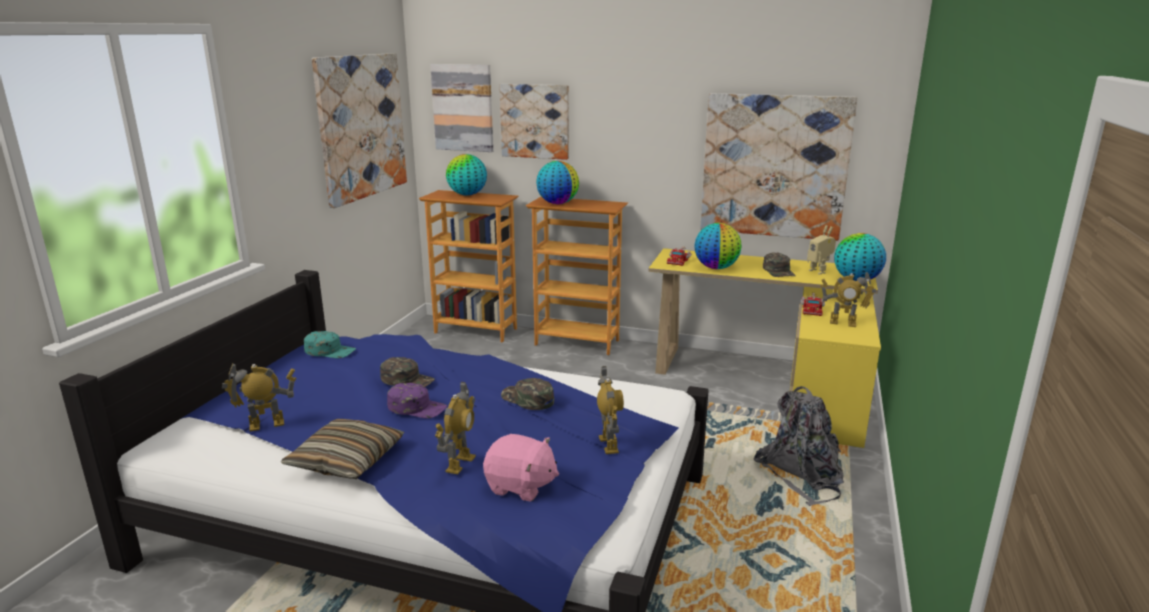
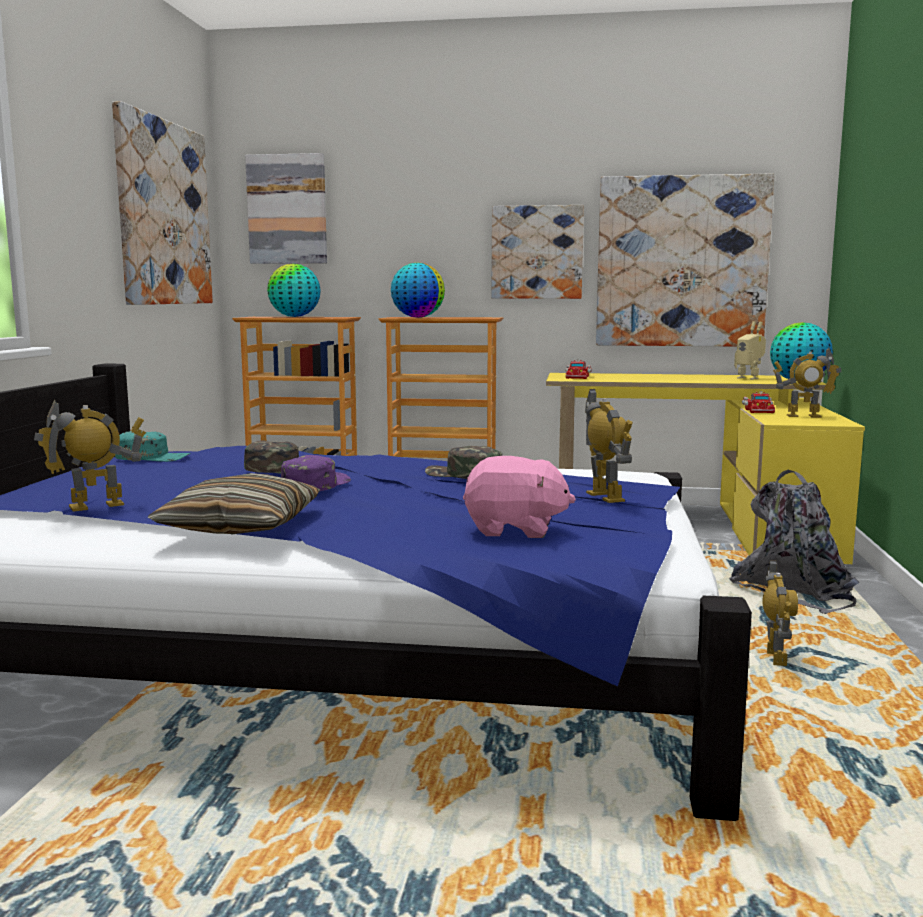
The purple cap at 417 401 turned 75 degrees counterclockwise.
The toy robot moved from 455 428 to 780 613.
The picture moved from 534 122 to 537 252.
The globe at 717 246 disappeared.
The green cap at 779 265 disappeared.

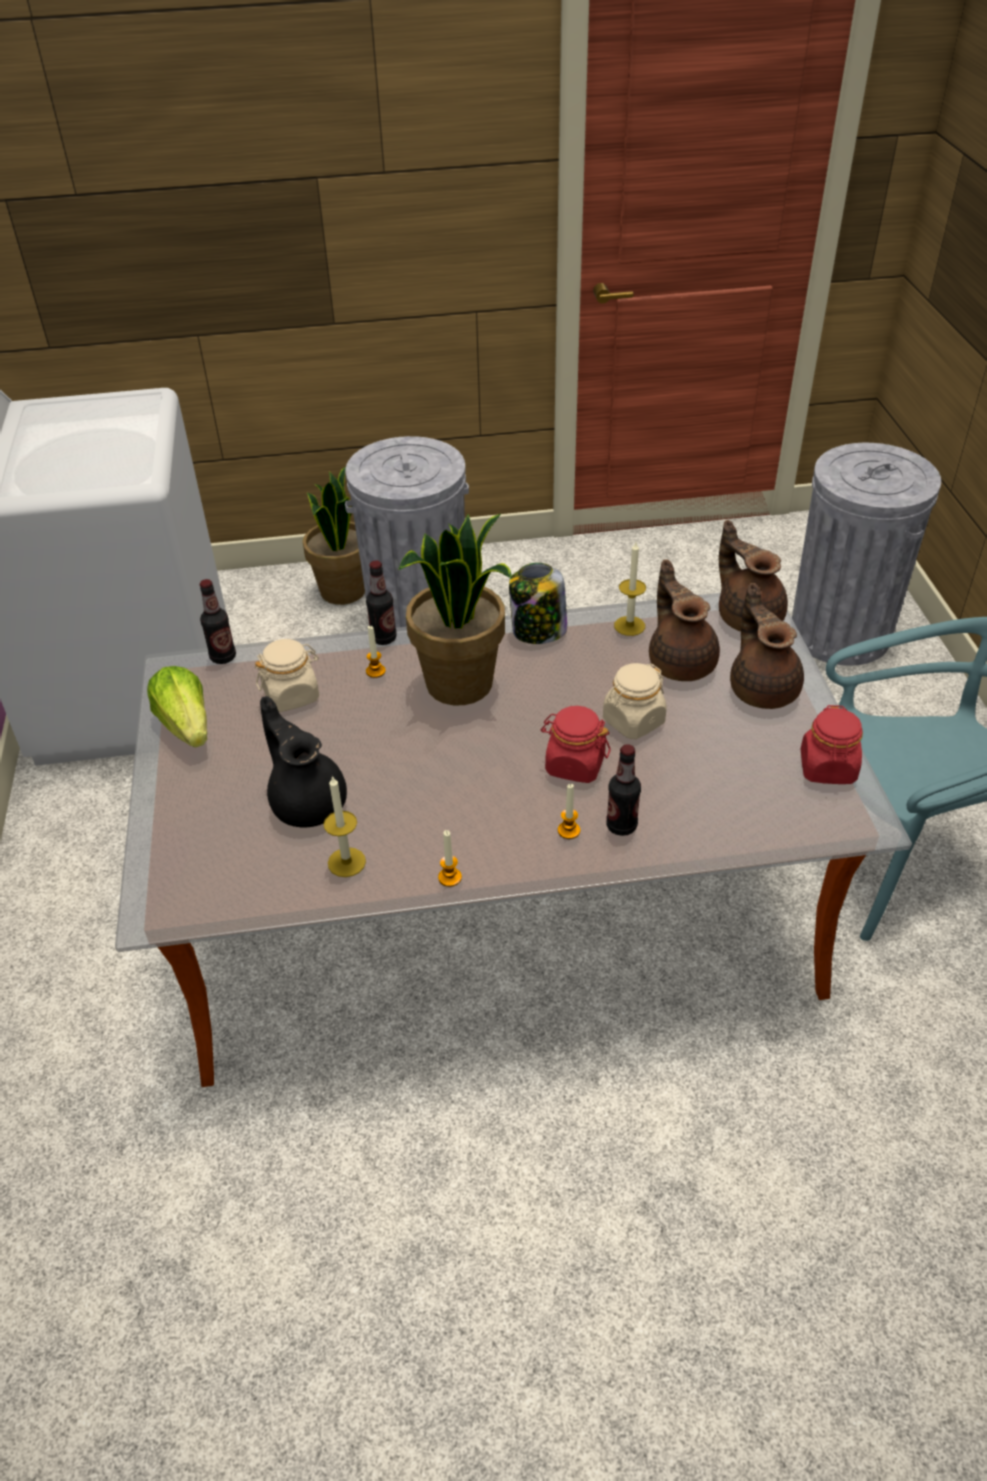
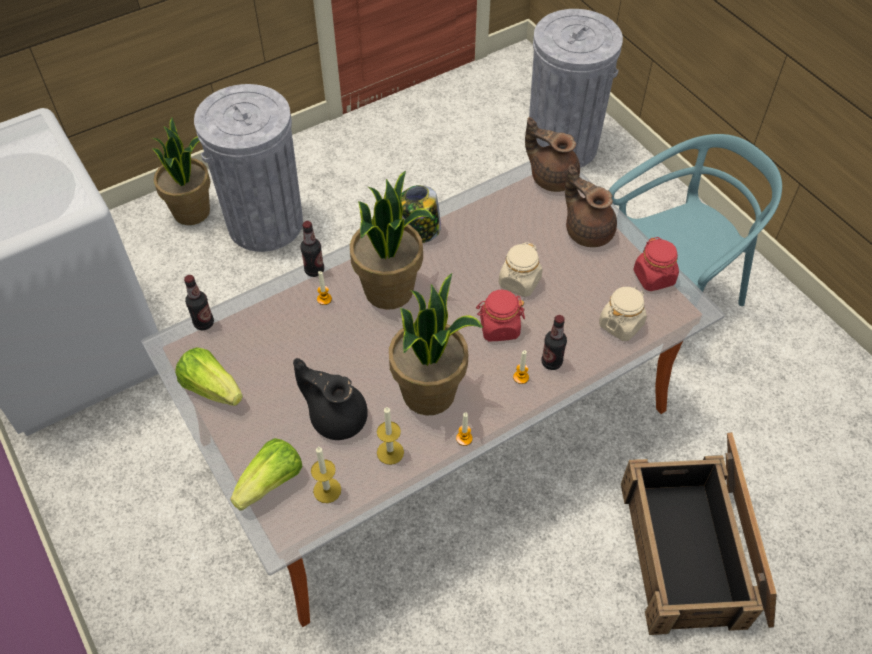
The beige jar moved from 287 675 to 623 314.
The candle moved from 630 589 to 326 474.
The brown teapot at 684 620 disappeared.
The lettuce at 266 474 appeared.
The potted plant at 436 344 appeared.
The crate at 699 533 appeared.

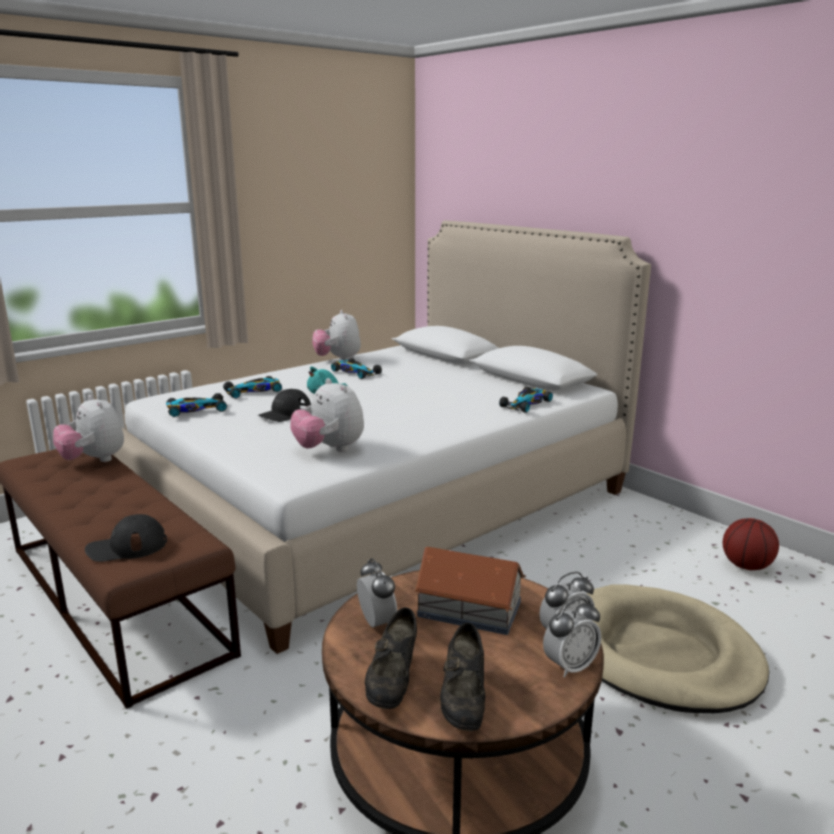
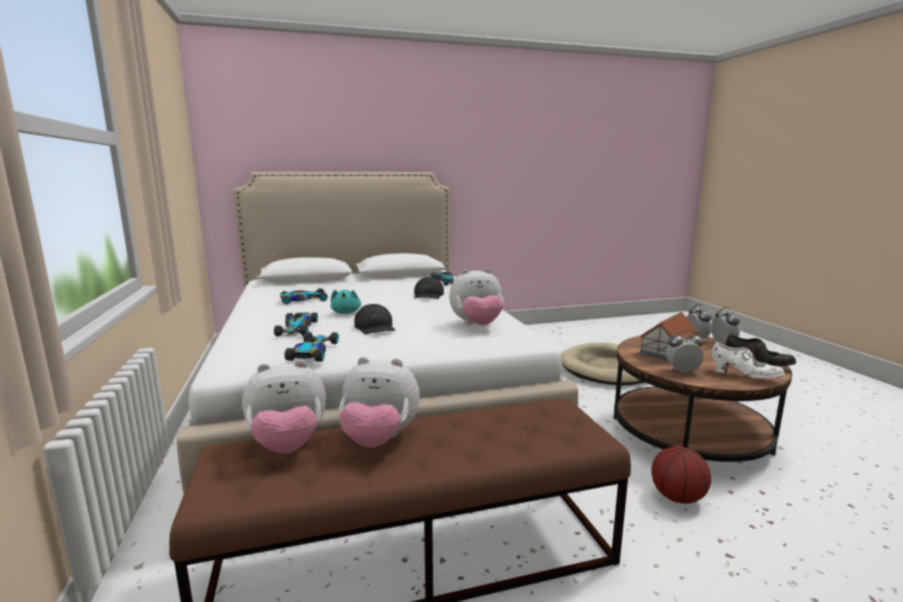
The black cap moved from 126 538 to 429 288.
The plush toy moved from 336 335 to 379 402.
The black shoe at 391 658 became the white shoe at 748 360.
The basketball moved from 751 544 to 681 475.

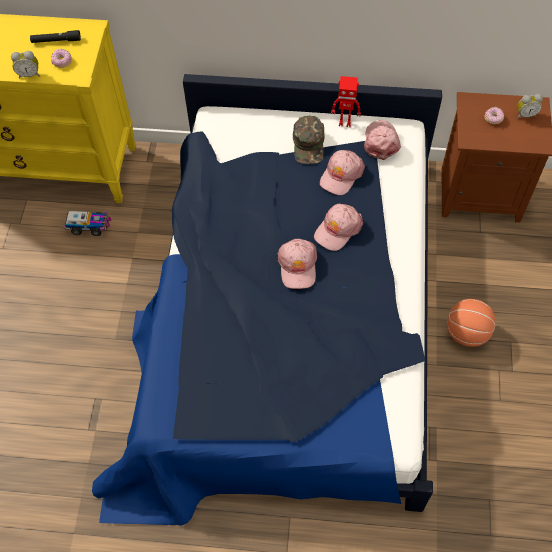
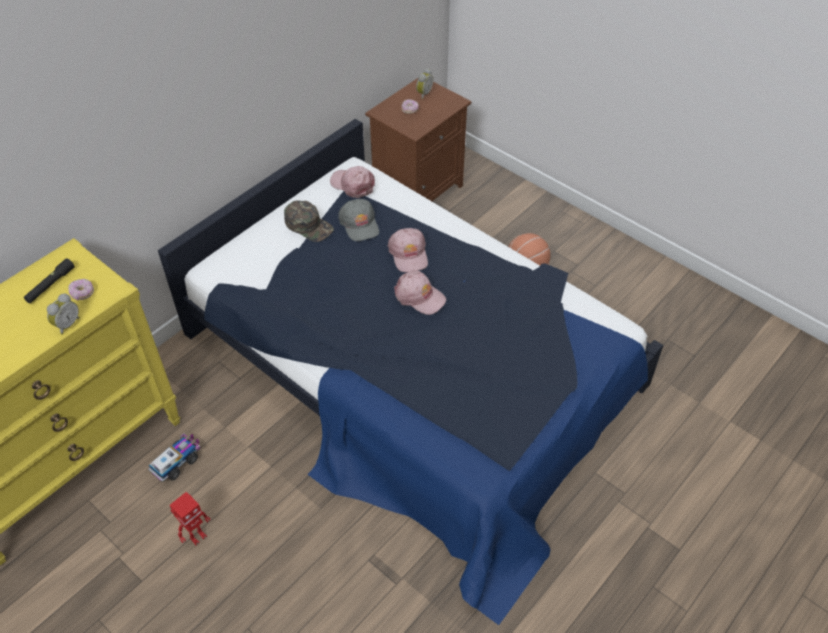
The pink cap at 342 172 became the grey cap at 358 220.
The toy robot moved from 346 101 to 190 518.

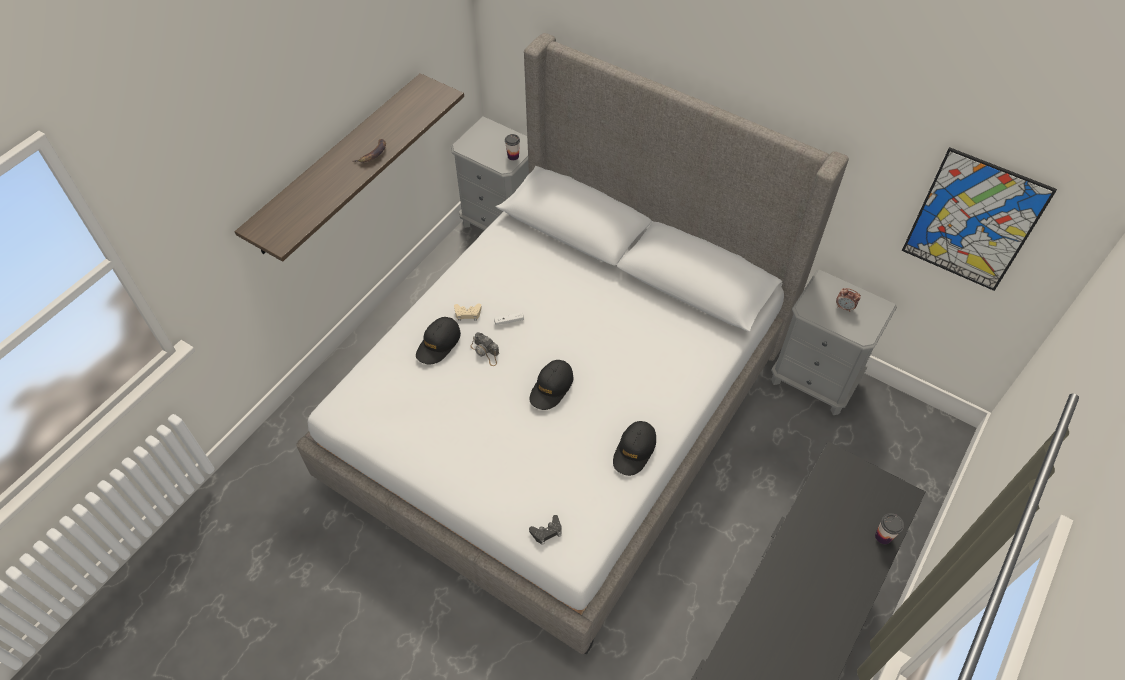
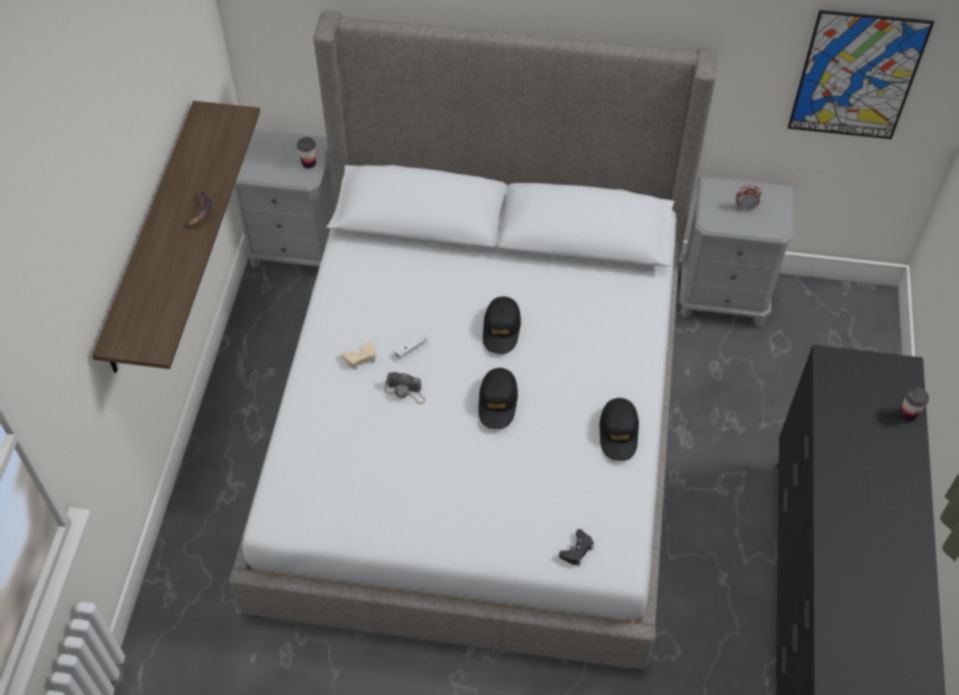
The black cap moved from 438 340 to 502 325.

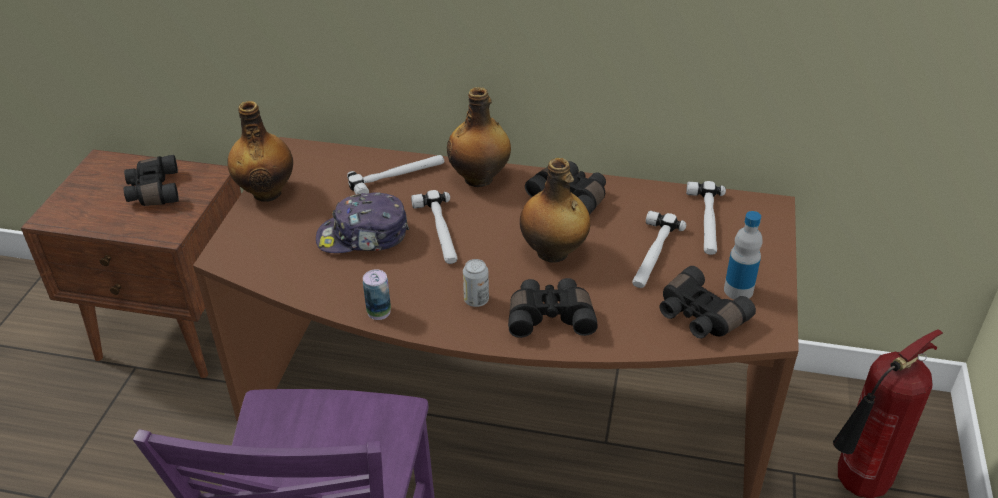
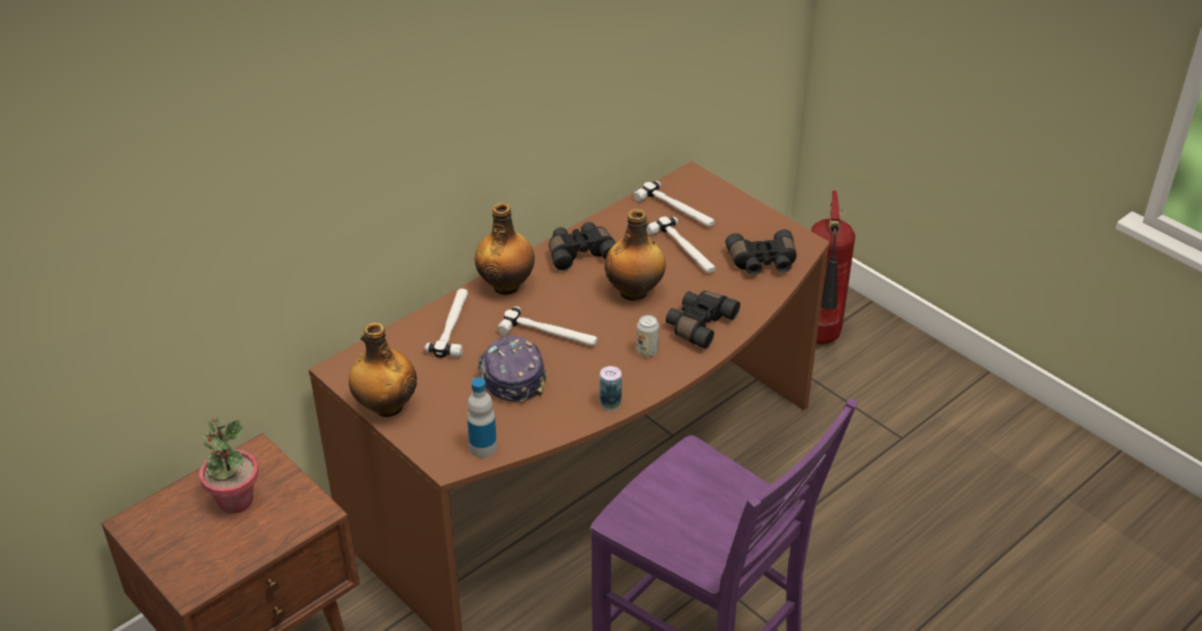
The black binoculars at 151 180 was replaced by the potted plant at 229 465.
The cap at 362 222 turned 135 degrees clockwise.
The bottle moved from 743 255 to 482 417.

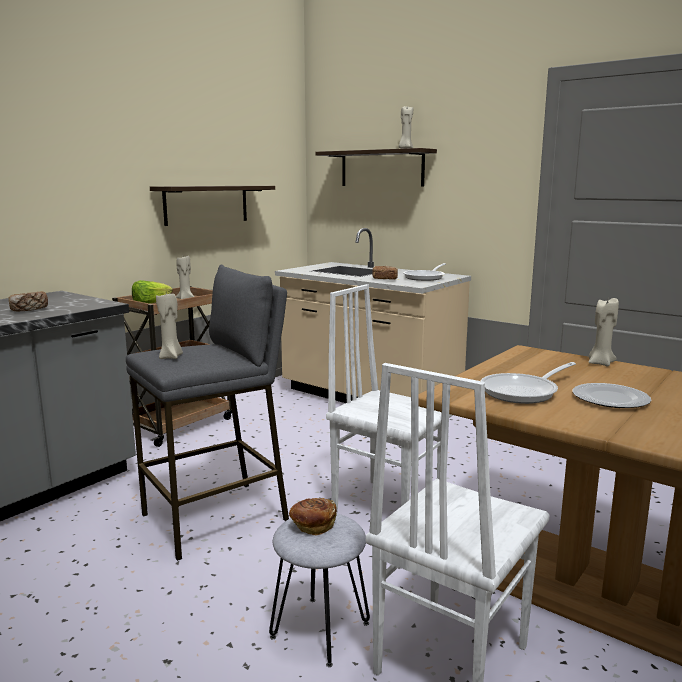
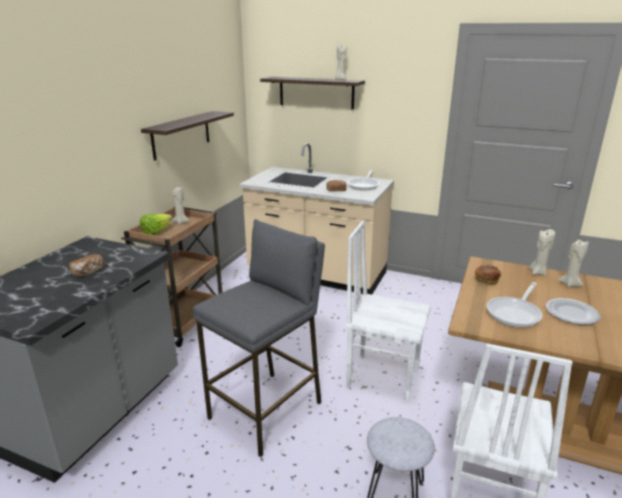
The beige candle moved from 169 326 to 573 263.
The bread moved from 313 516 to 488 274.

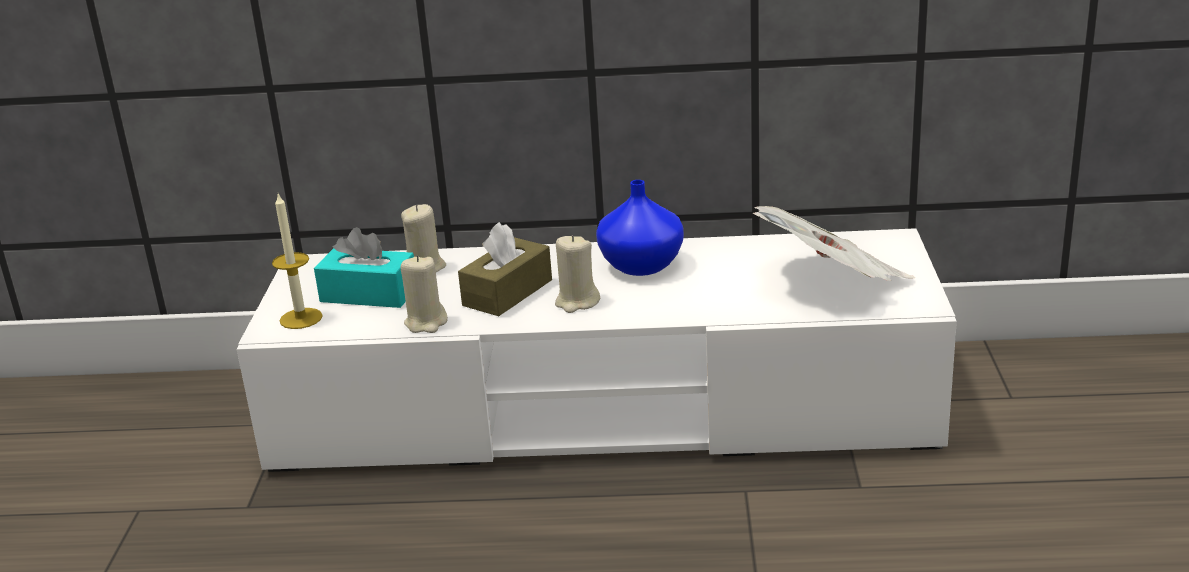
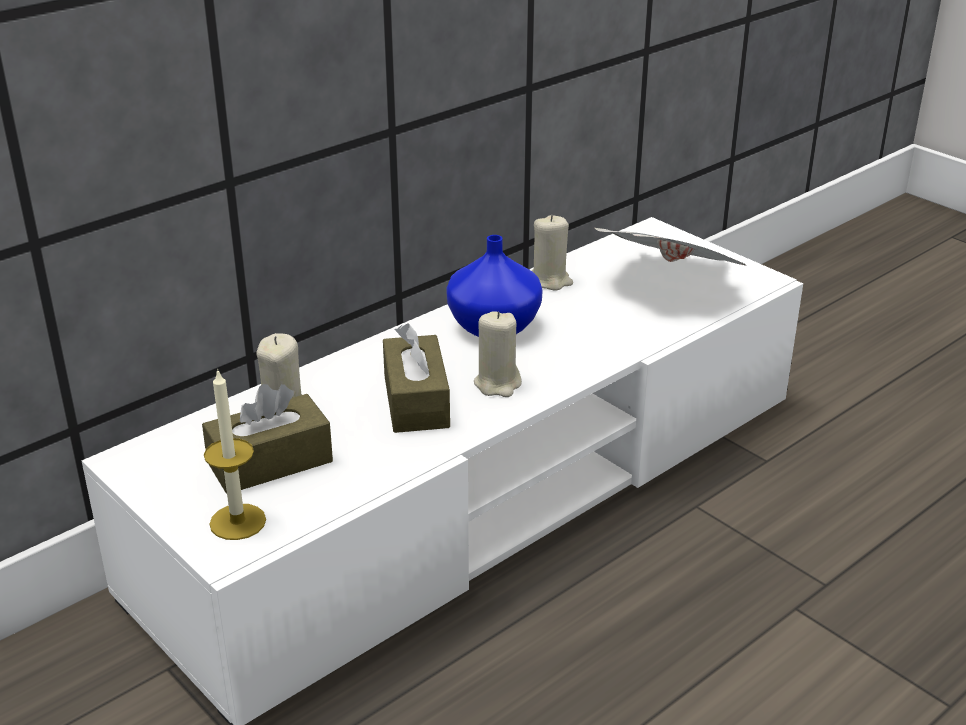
The turquoise tissue box at 364 267 became the brown tissue box at 267 439.
The beige candle moved from 424 294 to 552 253.

